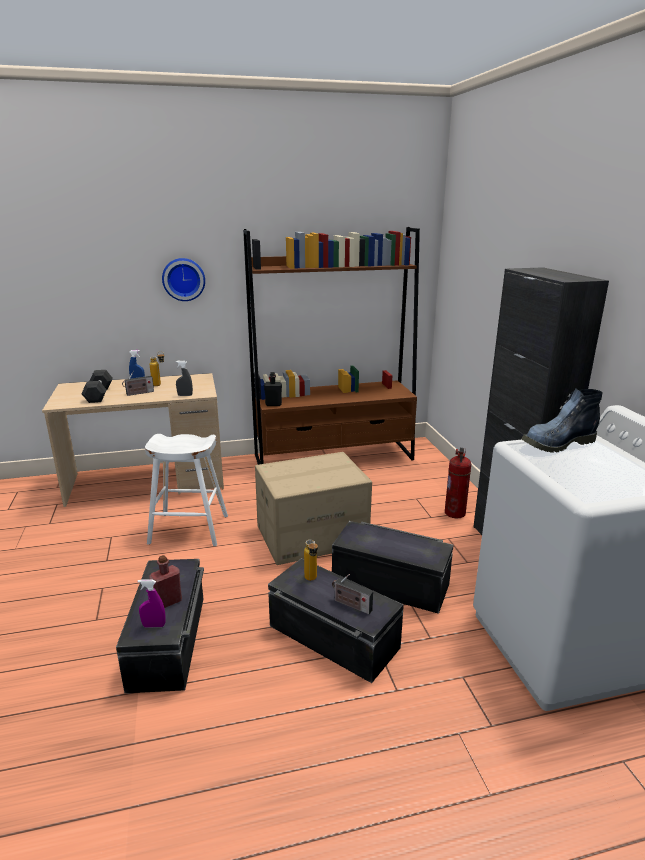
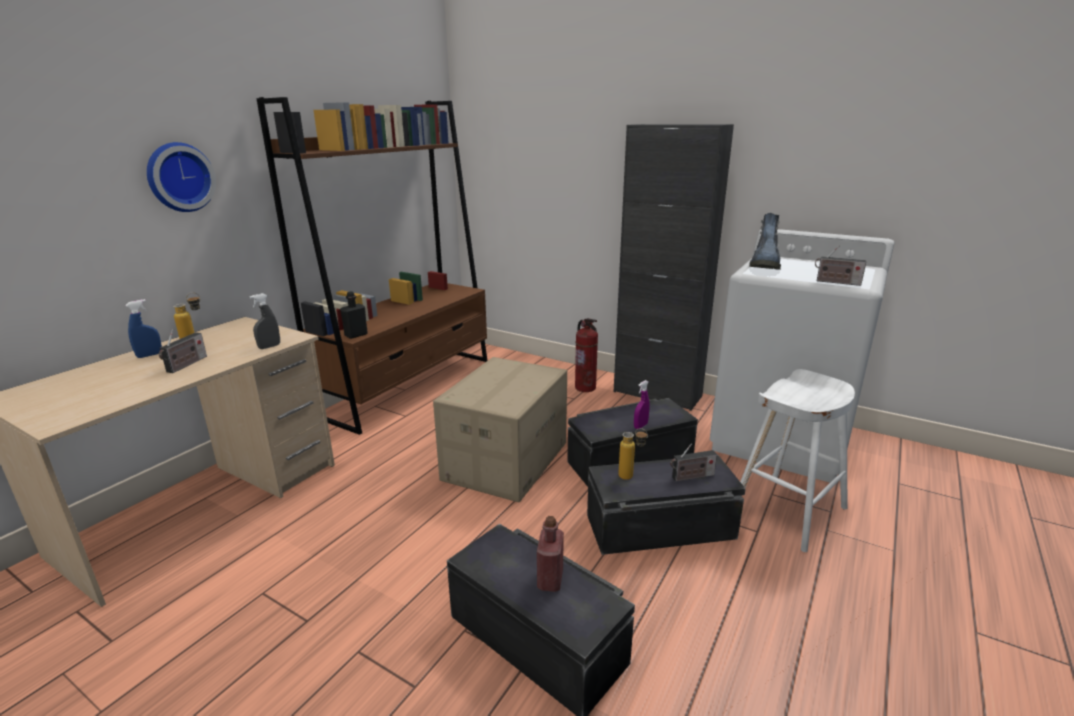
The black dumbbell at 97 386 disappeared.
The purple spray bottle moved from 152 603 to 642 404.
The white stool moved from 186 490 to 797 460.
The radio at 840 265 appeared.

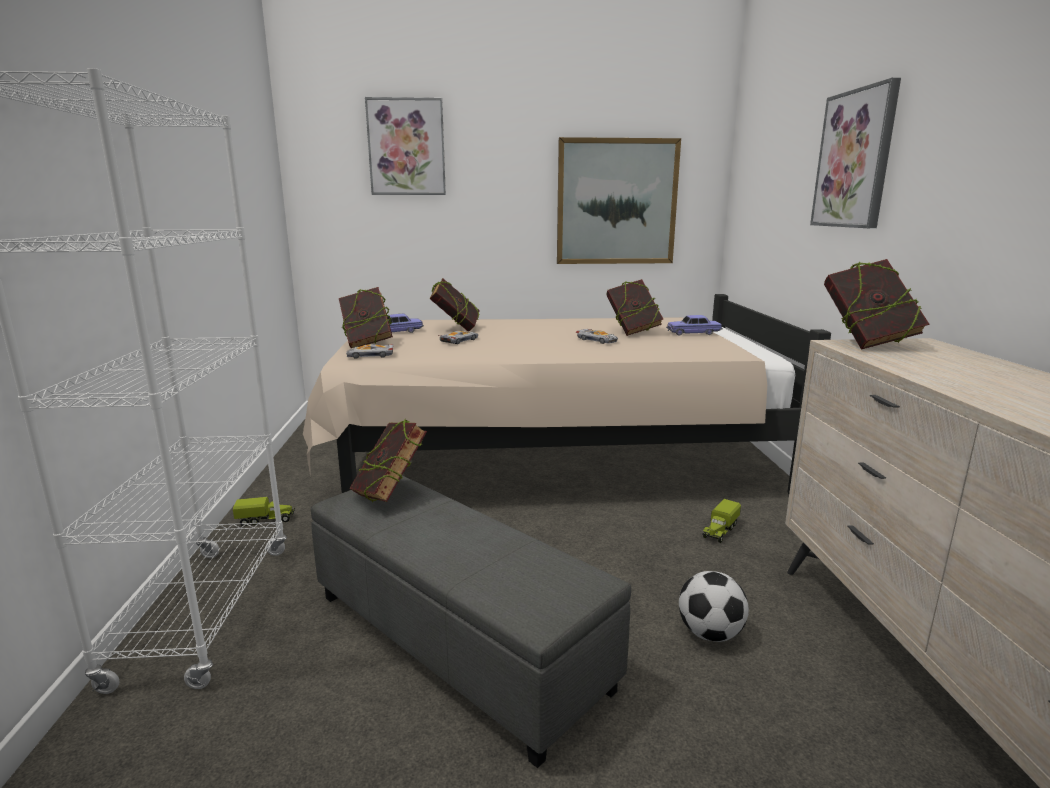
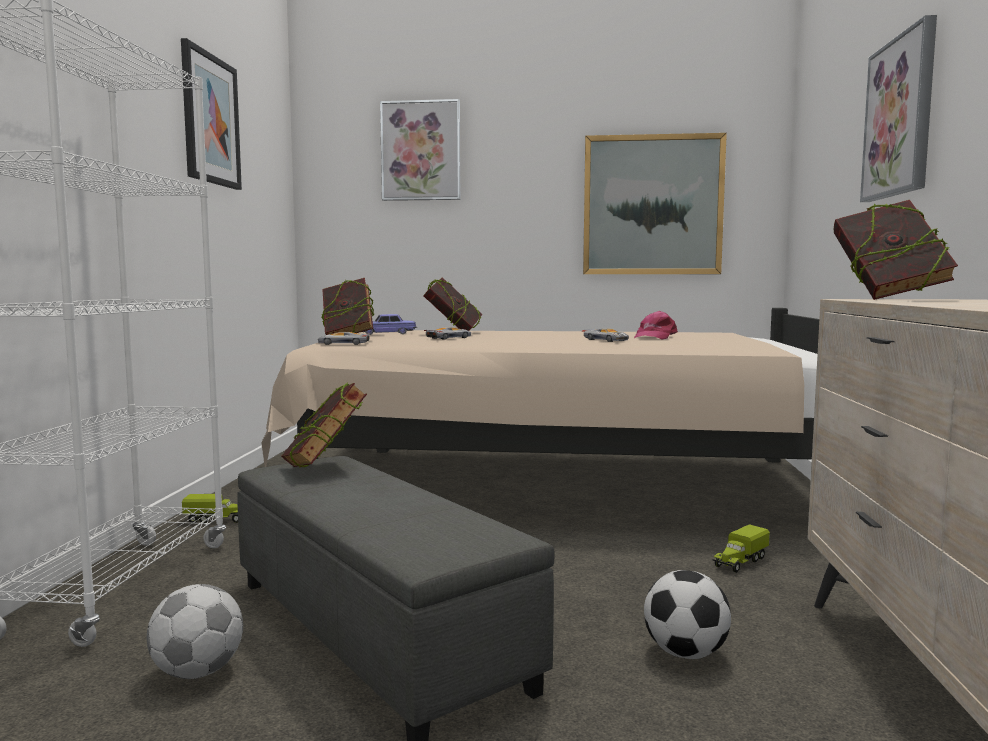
The book at 635 307 was replaced by the pink cap at 656 325.
The toy car at 694 325 disappeared.
The football at 194 631 appeared.
The picture at 211 114 appeared.

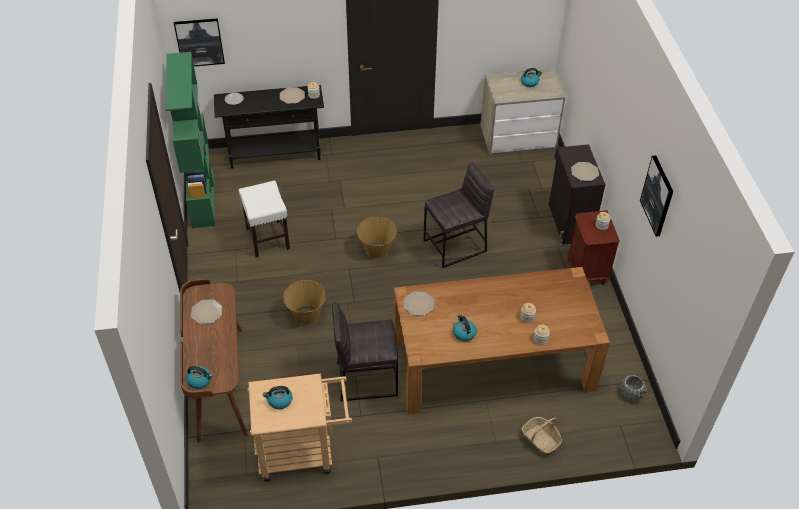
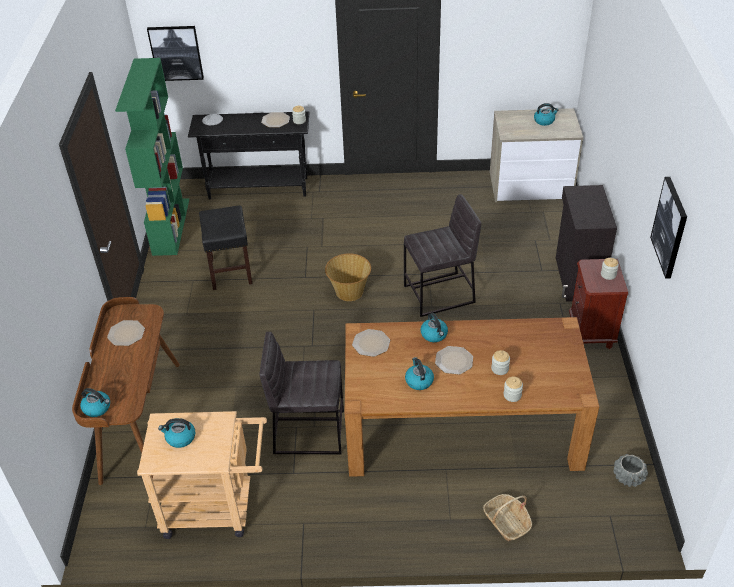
The white stool at 264 219 became the black stool at 225 247.
The basket at 304 302 disappeared.
The plate moved from 585 171 to 454 360.
The kettle at 434 327 appeared.

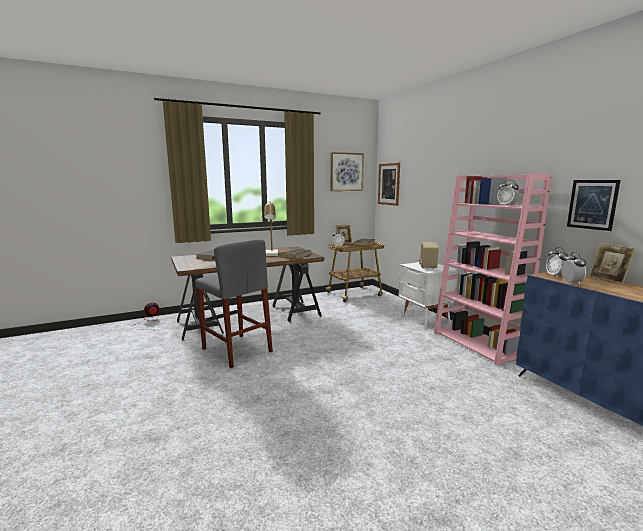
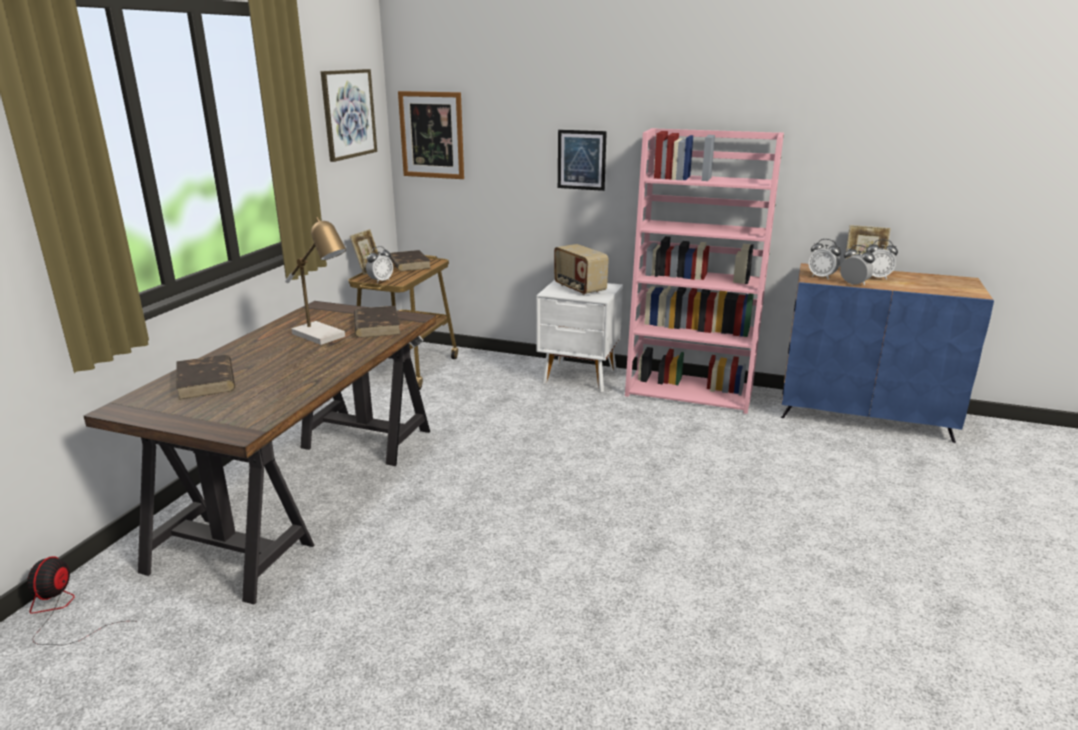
The grey stool at 234 304 disappeared.
The alarm clock moved from 508 193 to 882 259.
The picture moved from 594 205 to 582 160.

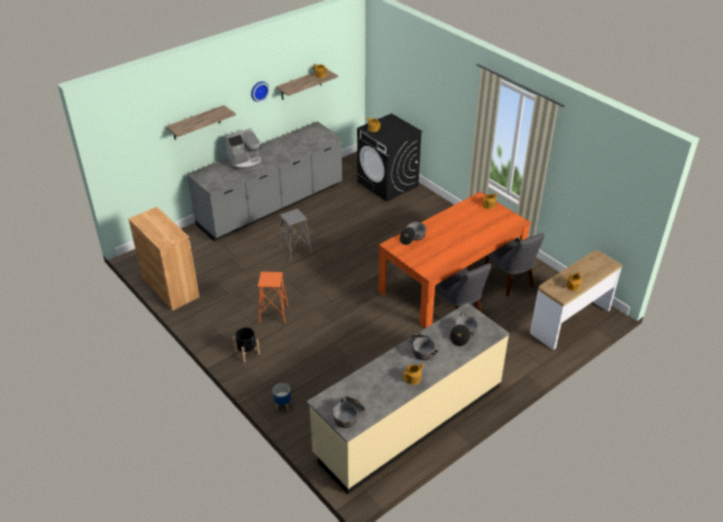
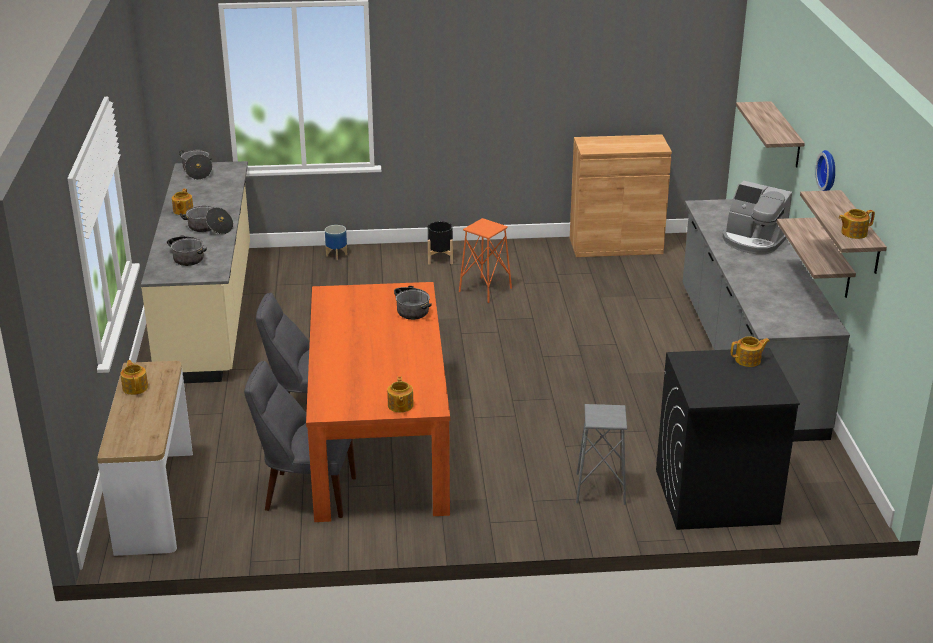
The coffee machine at 244 149 turned 60 degrees counterclockwise.
The grey stool moved from 296 235 to 601 454.
The shelf at 816 258 appeared.

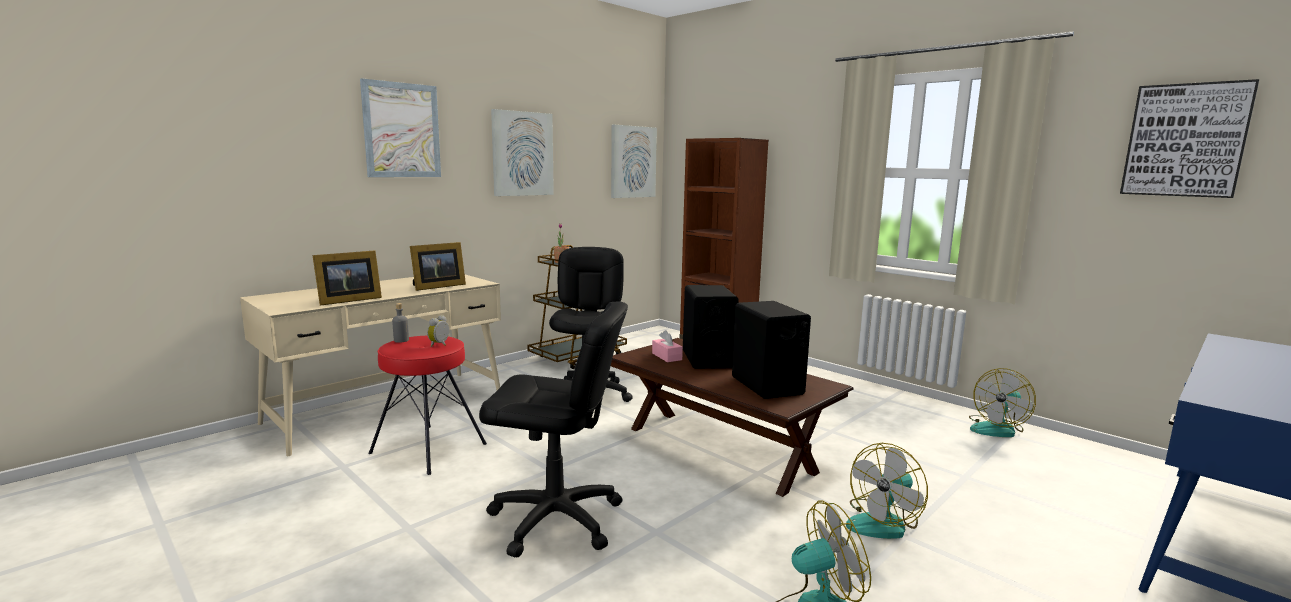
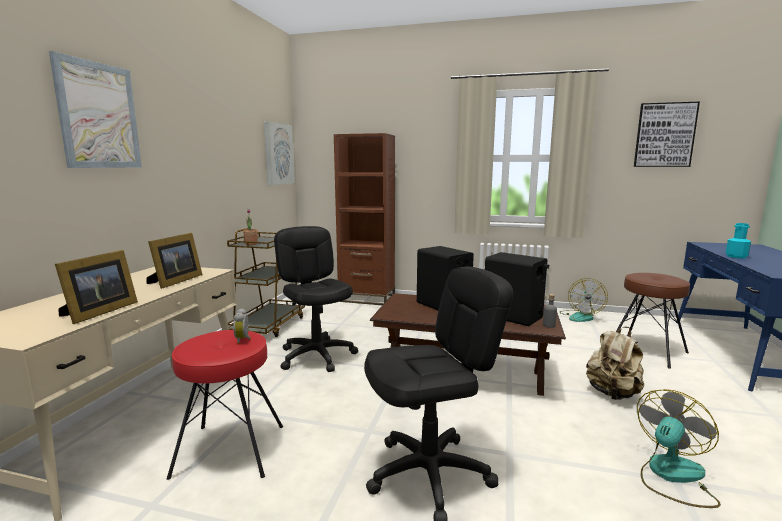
The grey bottle moved from 400 323 to 550 311.
The picture at 522 152 disappeared.
The pink tissue box at 667 346 disappeared.
The fan at 887 491 was replaced by the beige backpack at 615 363.
The brown stool at 653 321 appeared.
The turquoise bottle at 738 240 appeared.

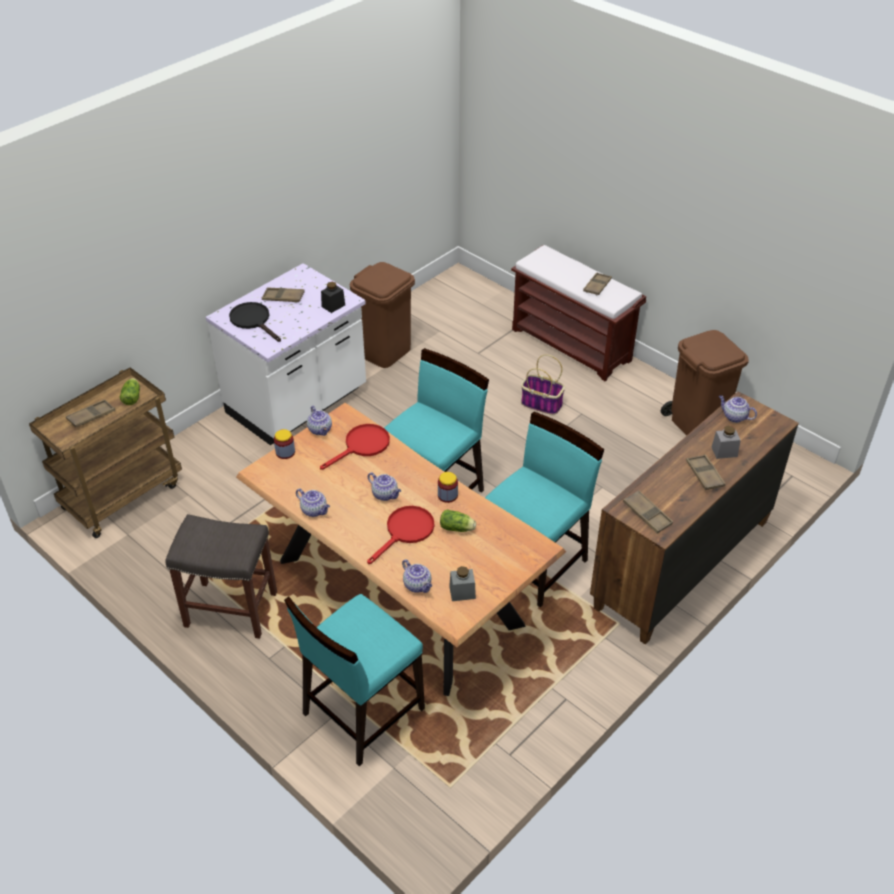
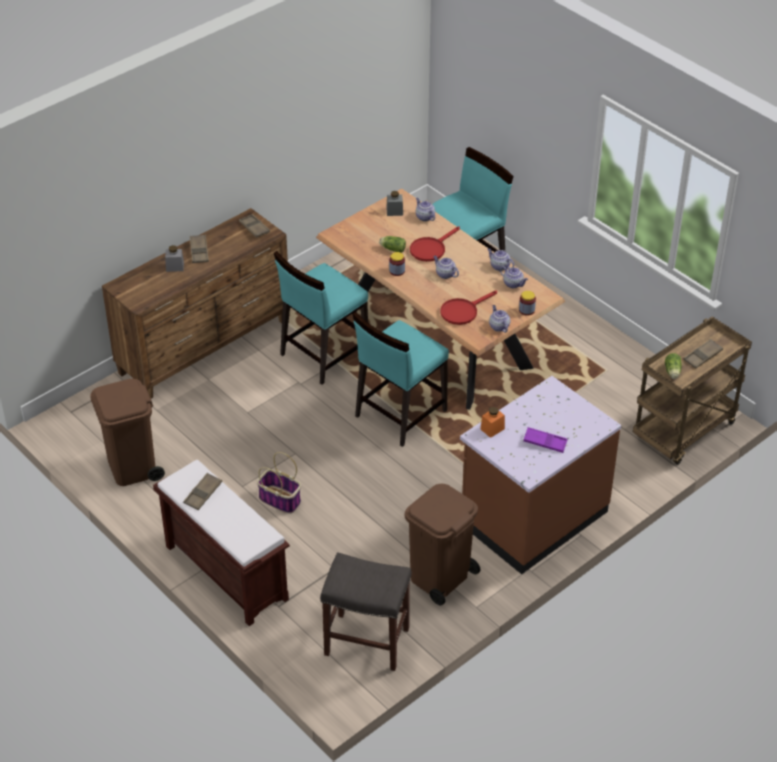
The grey stool moved from 221 576 to 366 611.
The white counter at 286 354 became the brown counter at 540 475.
The black frying pan at 255 322 disappeared.
The brown tray at 283 295 became the purple tray at 545 440.
The black jar at 333 297 became the orange jar at 492 422.
The teapot moved from 738 409 to 514 277.

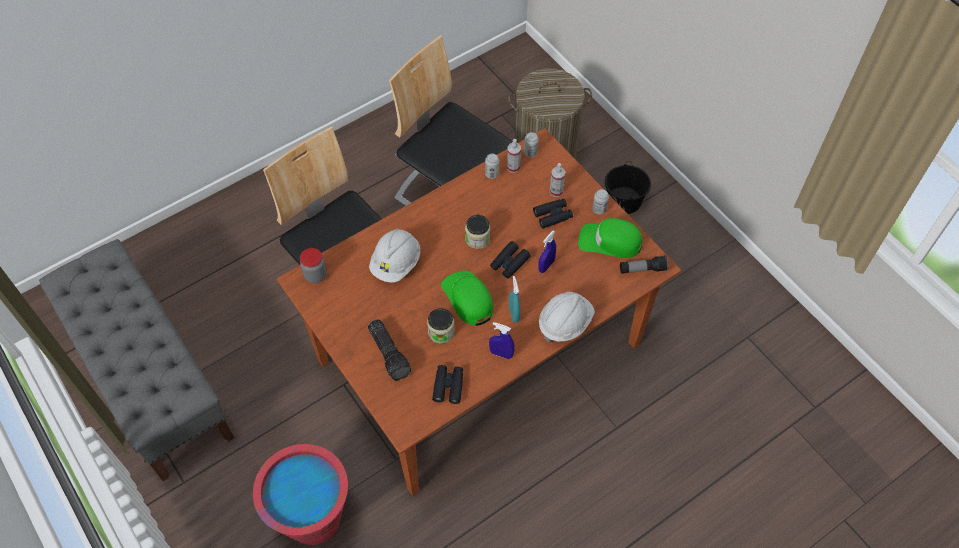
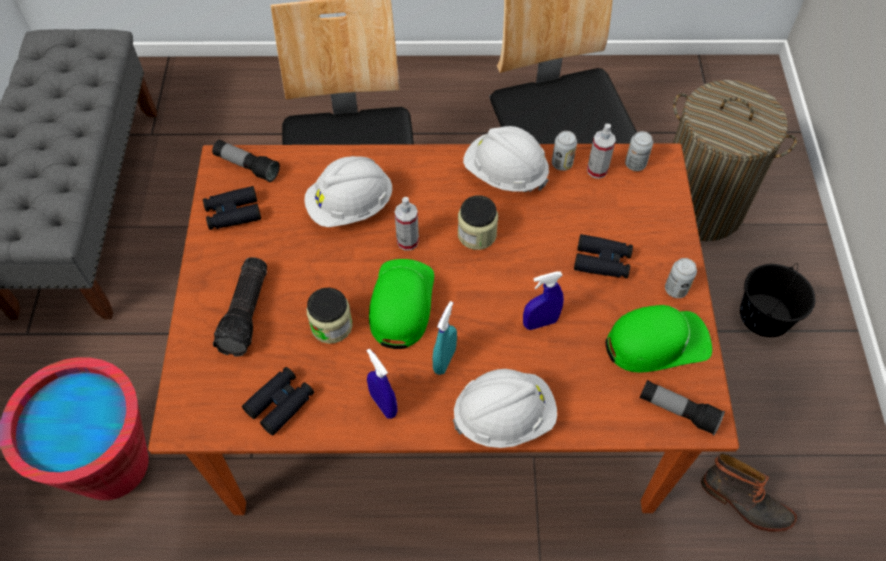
The jar at 313 265 was replaced by the flashlight at 246 161.
The black binoculars moved from 510 260 to 232 208.
The spray bottle moved from 557 180 to 407 224.
The green cap at 610 238 turned 120 degrees clockwise.
The white hard hat at 506 159 appeared.
The boot at 749 492 appeared.

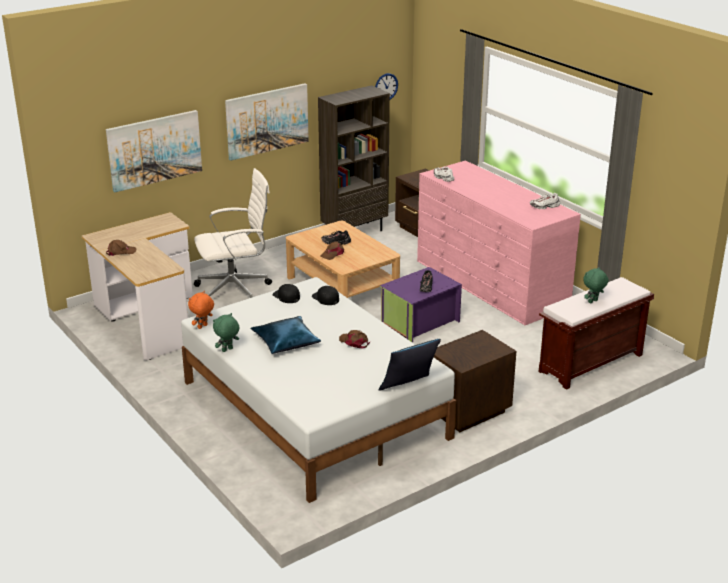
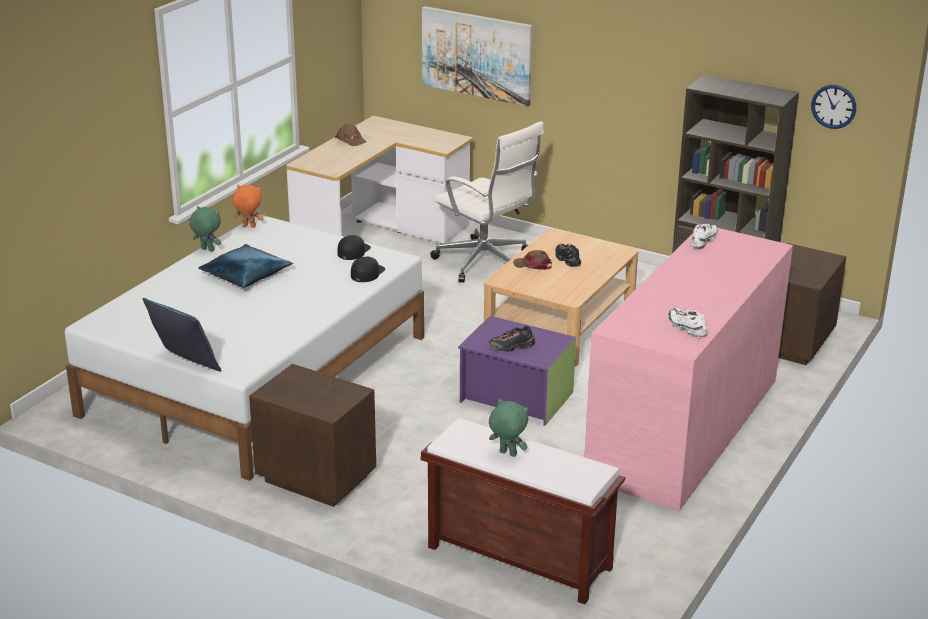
The picture at 267 122 disappeared.
The brown cap at 354 339 disappeared.

